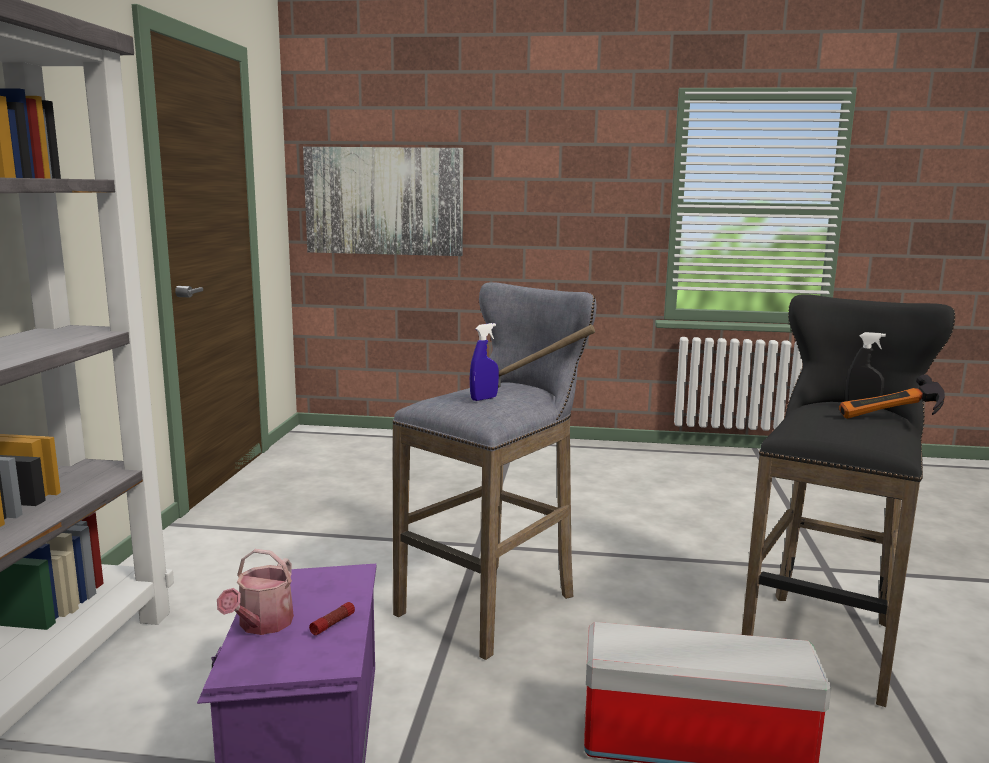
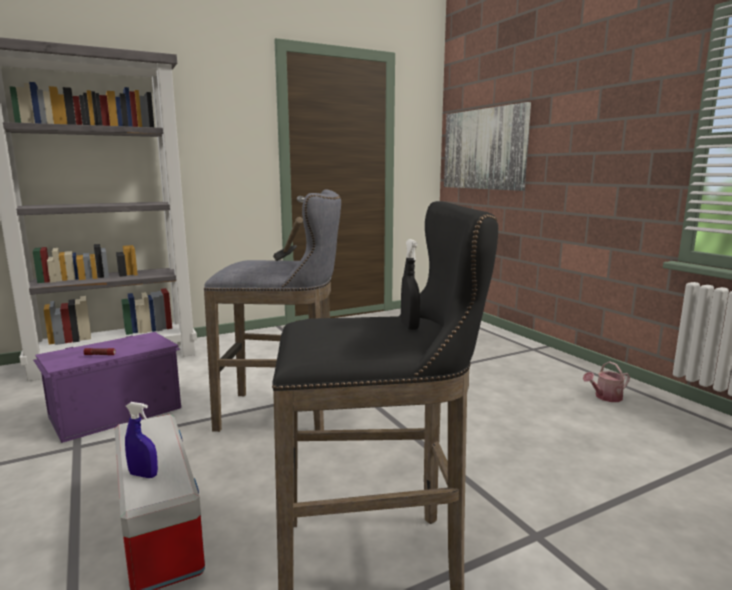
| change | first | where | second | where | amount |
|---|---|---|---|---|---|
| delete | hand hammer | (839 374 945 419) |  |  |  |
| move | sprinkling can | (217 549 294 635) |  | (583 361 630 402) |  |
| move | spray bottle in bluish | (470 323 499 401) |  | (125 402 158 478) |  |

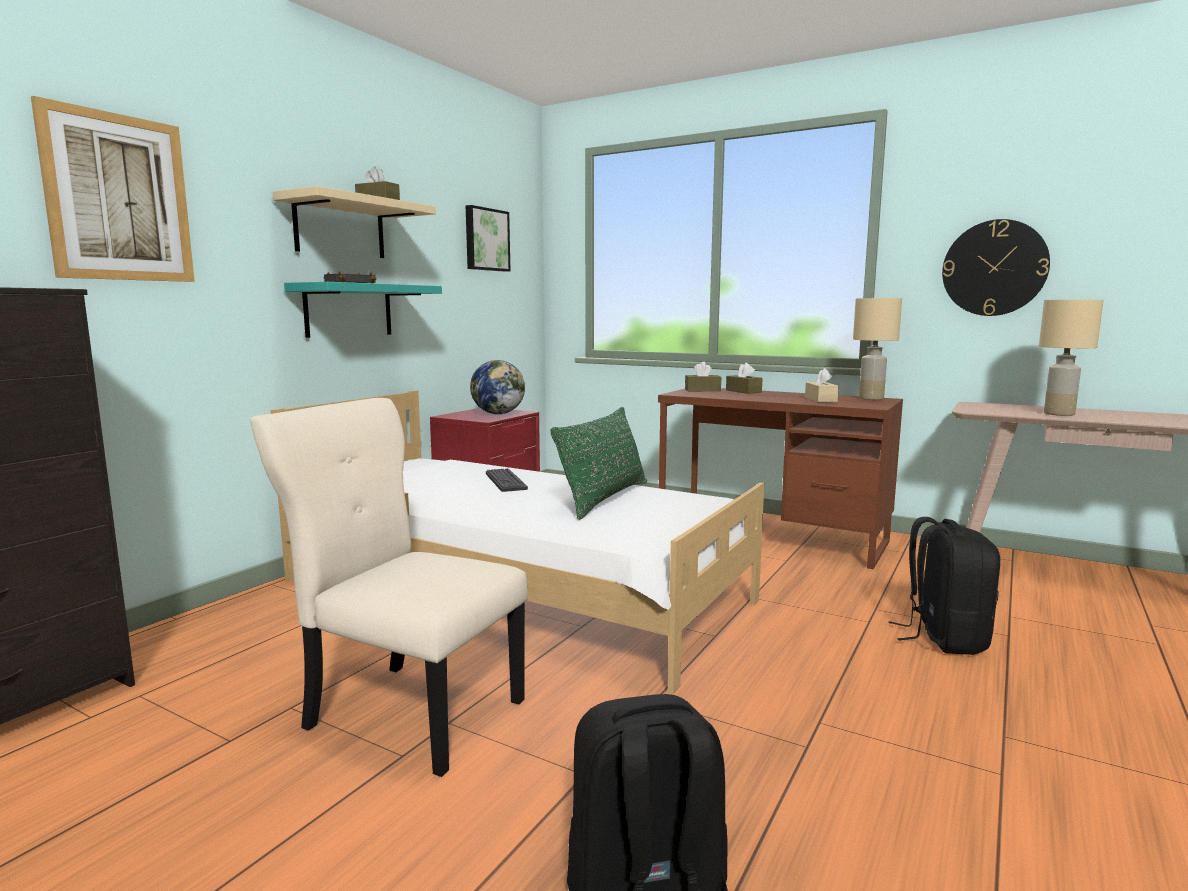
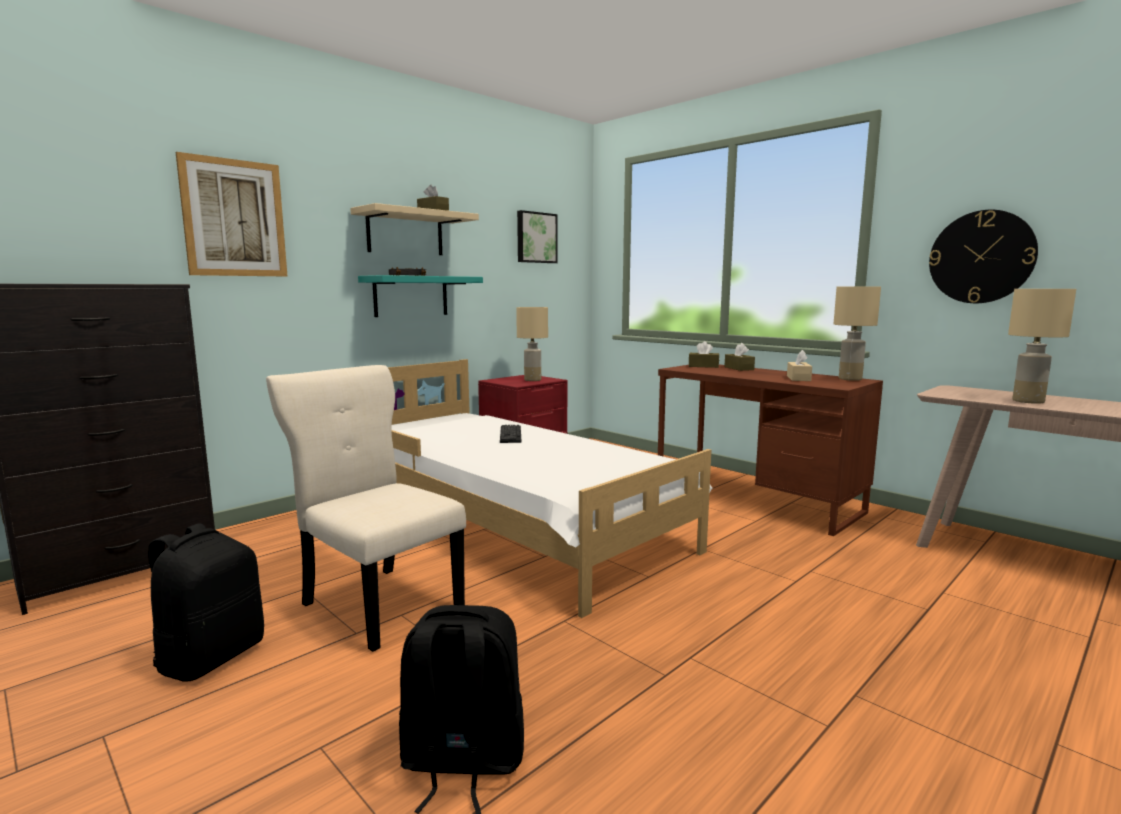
| change | first | where | second | where | amount |
|---|---|---|---|---|---|
| delete | pillow in green-coloured | (550 407 647 520) |  |  |  |
| move | knapsack in blackish | (889 517 1000 655) |  | (148 524 264 682) |  |
| replace | world globe | (470 360 526 414) | tabletop lamp in sand-coloured | (516 307 548 381) |  |

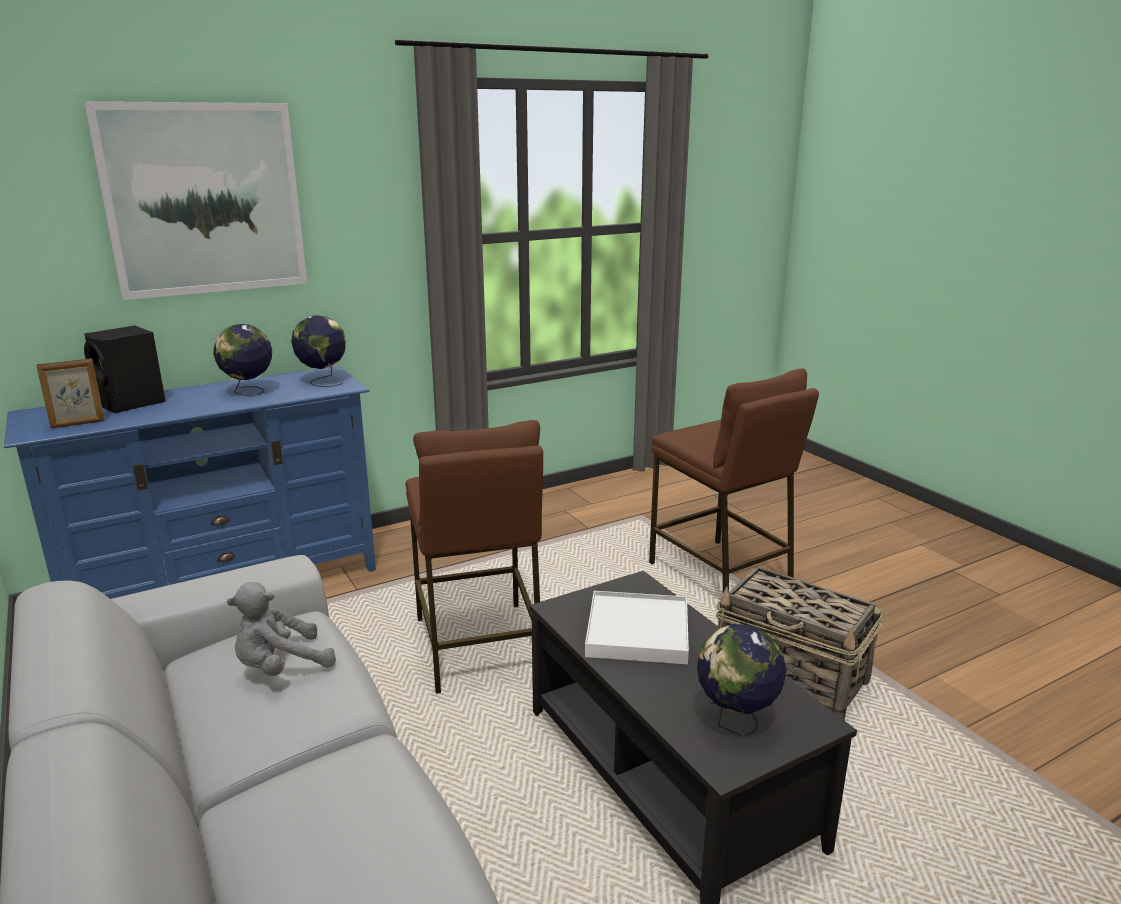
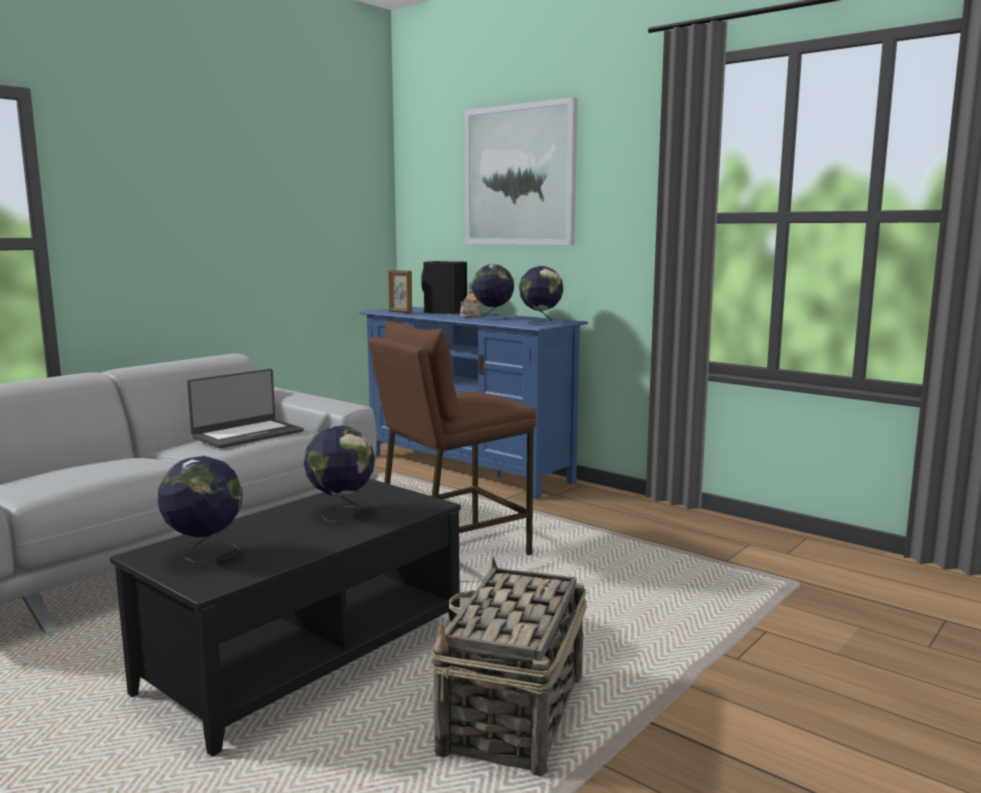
| change | first | where | second | where | amount |
|---|---|---|---|---|---|
| delete | sitting stool in brown-coloured | (649 368 819 593) |  |  |  |
| insert |  |  | teapot | (460 289 480 317) |  |
| replace | soft toy in grey | (227 582 336 676) | laptop | (187 369 304 448) |  |
| replace | serving tray in white | (585 591 689 664) | world globe | (304 426 375 523) |  |

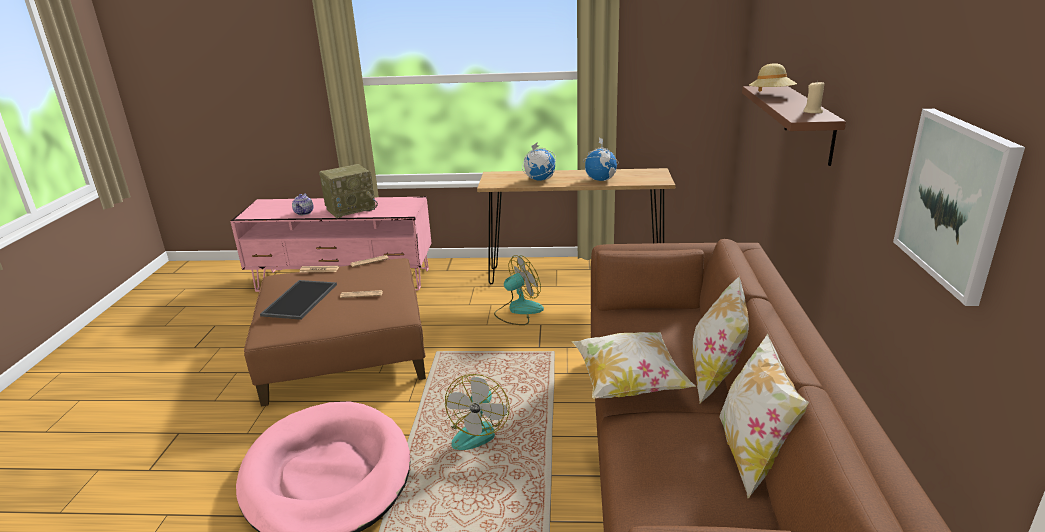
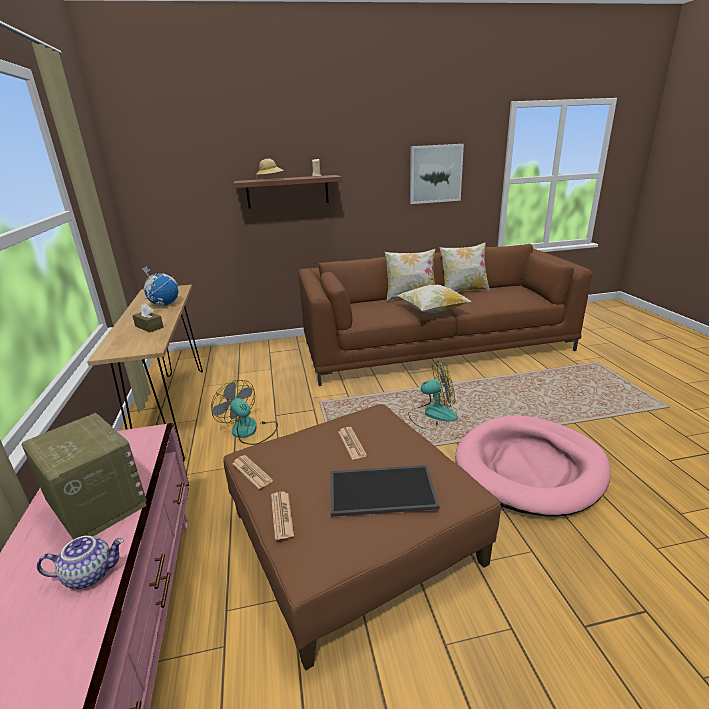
| change | first | where | second | where | amount |
|---|---|---|---|---|---|
| replace | world globe | (522 142 556 181) | tissue holder in brown-coloured | (132 304 164 332) |  |

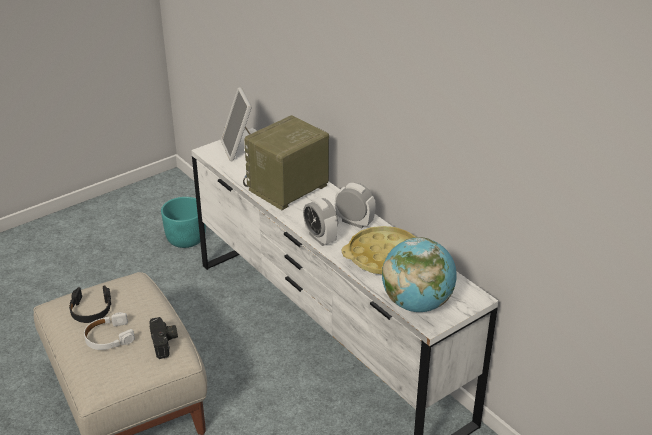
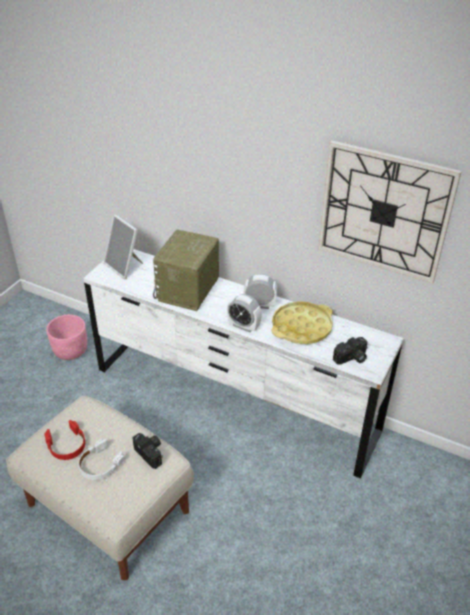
| change | first | where | second | where | amount |
|---|---|---|---|---|---|
| insert |  |  | clock on the wall | (318 140 462 283) |  |
| replace | world globe | (382 237 457 312) | photo camera | (333 337 368 365) |  |
| recolor | pair of headphones in blackish | (69 286 111 323) | pair of headphones in red | (44 420 85 460) |  |
| recolor | flower pot in turquoise-coloured | (161 197 206 248) | flower pot in pinkish | (46 315 87 360) |  |

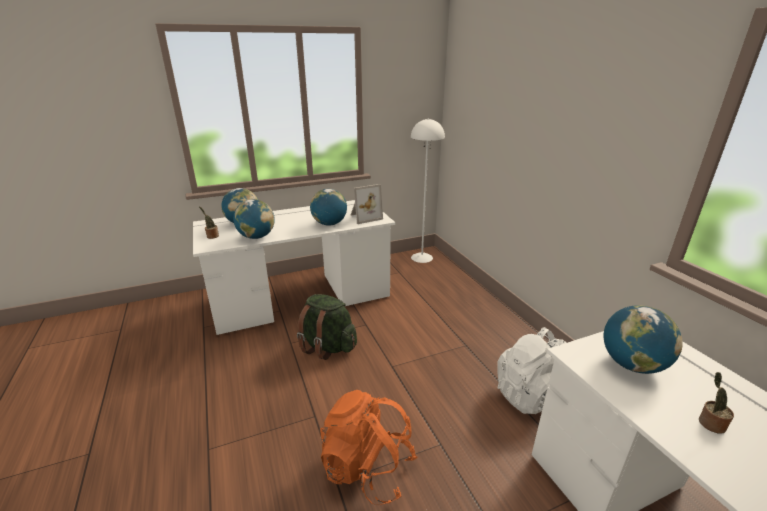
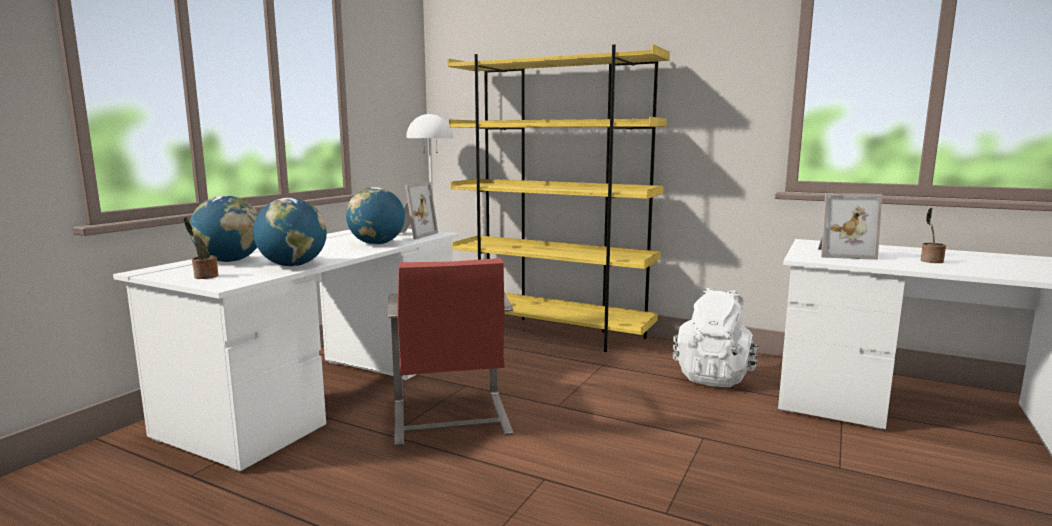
| change | first | where | second | where | amount |
|---|---|---|---|---|---|
| delete | knapsack in orange | (320 390 418 505) |  |  |  |
| insert |  |  | bookshelf in yellowish | (447 44 670 352) |  |
| replace | knapsack in green-coloured | (297 294 357 360) | chair in red | (388 258 514 446) |  |
| replace | world globe | (604 305 683 374) | photo frame | (818 193 882 260) |  |

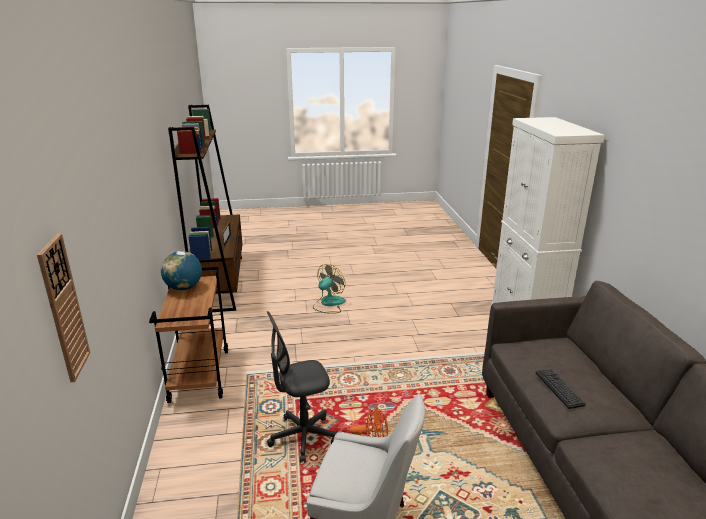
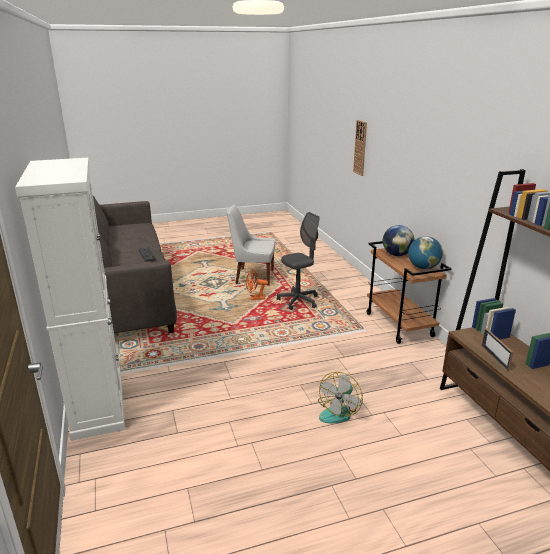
| change | first | where | second | where | amount |
|---|---|---|---|---|---|
| insert |  |  | world globe | (383 225 415 256) |  |

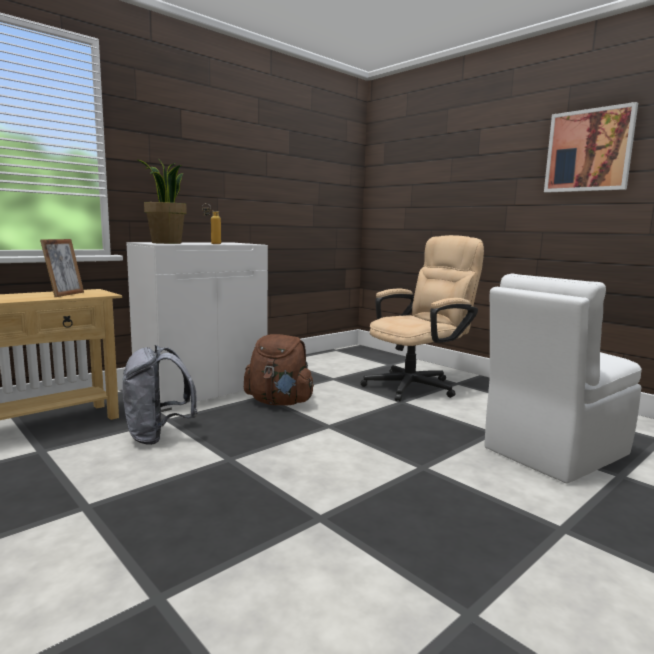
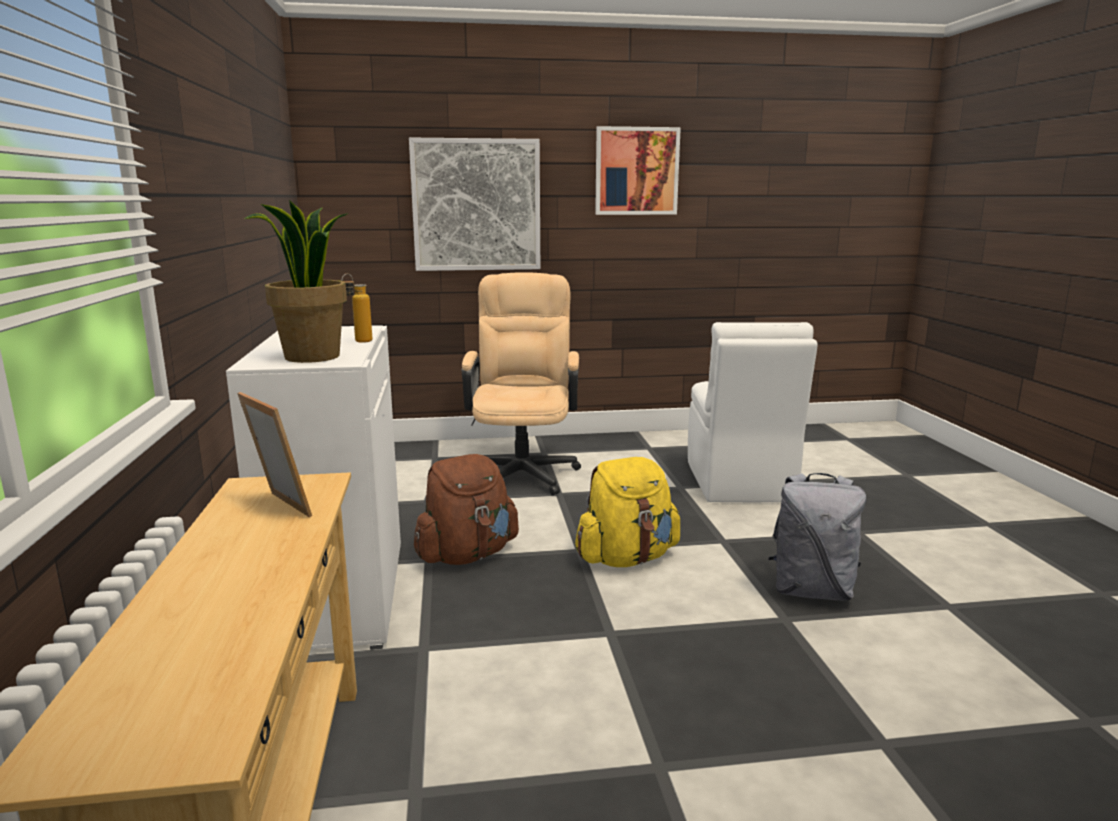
| change | first | where | second | where | amount |
|---|---|---|---|---|---|
| insert |  |  | wall picture | (409 138 540 271) |  |
| insert |  |  | knapsack in yellowish | (575 457 680 567) |  |
| move | knapsack in grey | (122 345 198 445) |  | (768 473 866 600) |  |

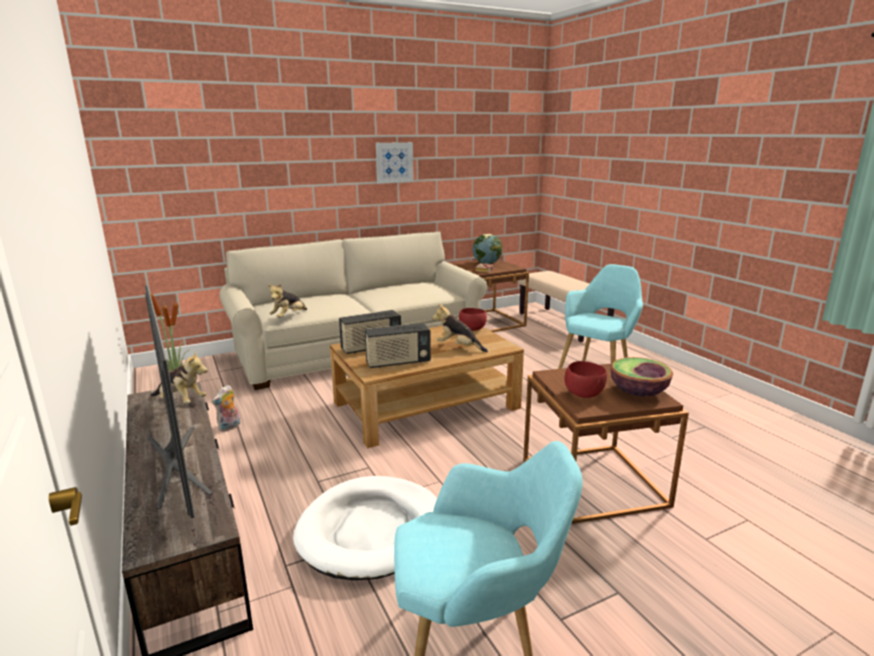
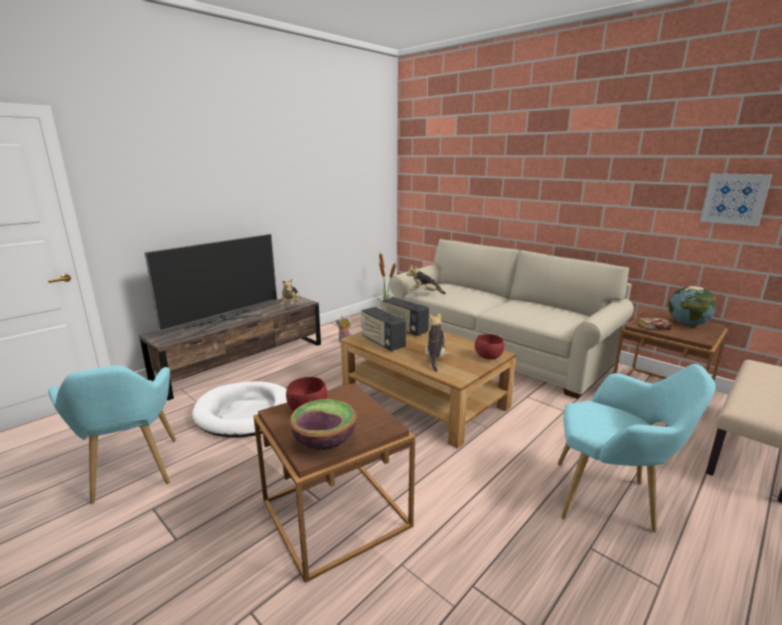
| change | first | where | second | where | amount |
|---|---|---|---|---|---|
| move | wall picture | (376 142 414 184) |  | (700 173 772 226) |  |

